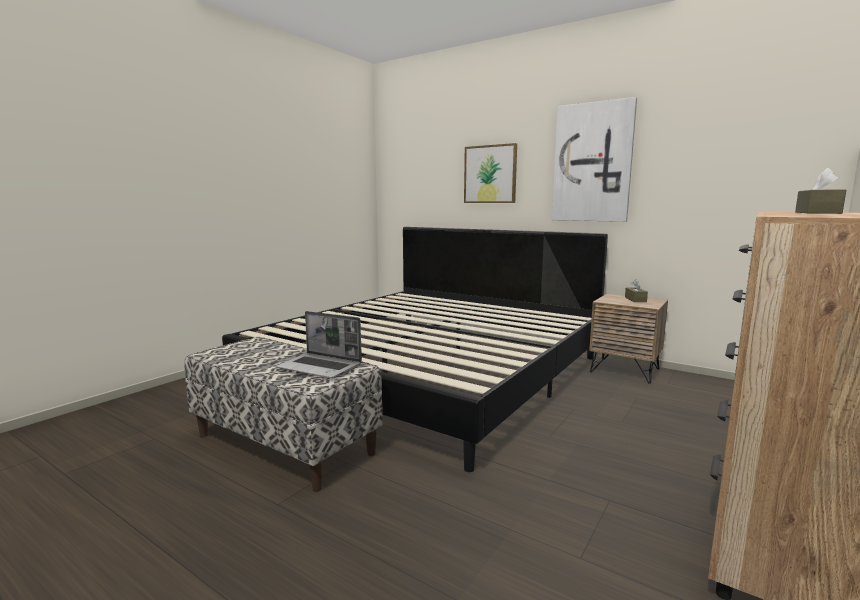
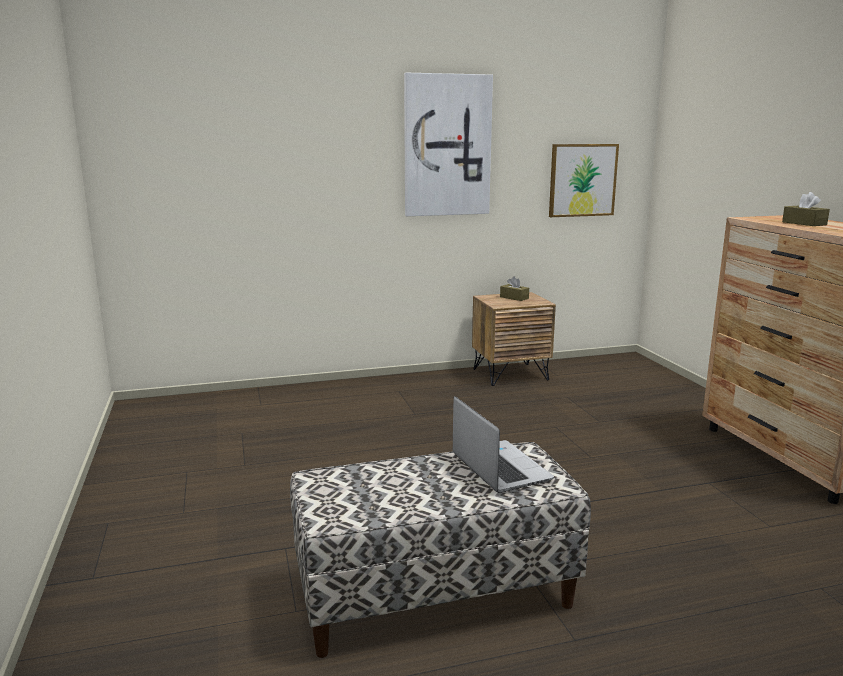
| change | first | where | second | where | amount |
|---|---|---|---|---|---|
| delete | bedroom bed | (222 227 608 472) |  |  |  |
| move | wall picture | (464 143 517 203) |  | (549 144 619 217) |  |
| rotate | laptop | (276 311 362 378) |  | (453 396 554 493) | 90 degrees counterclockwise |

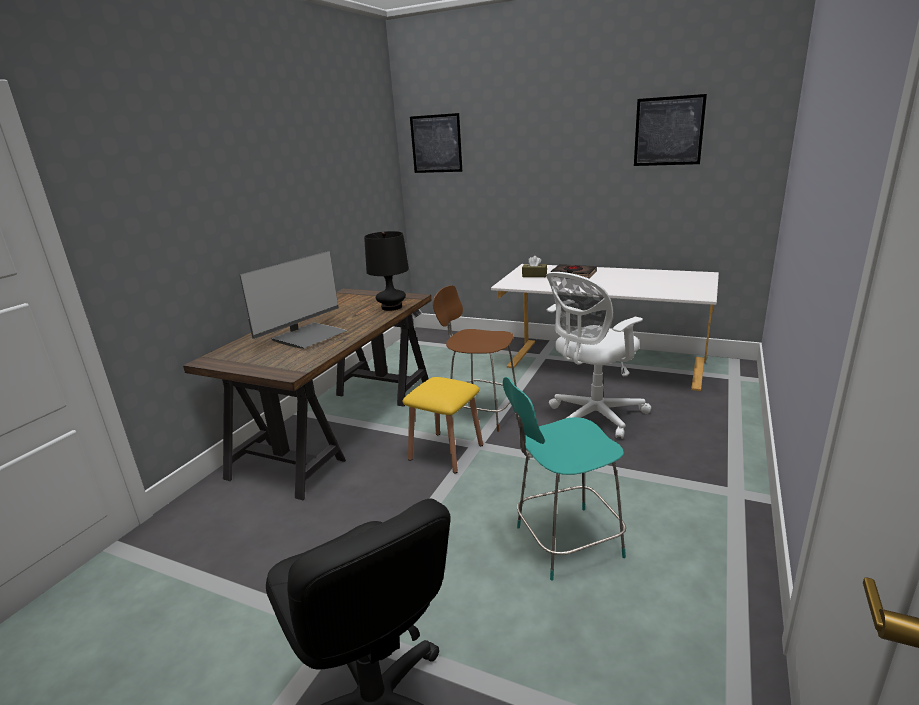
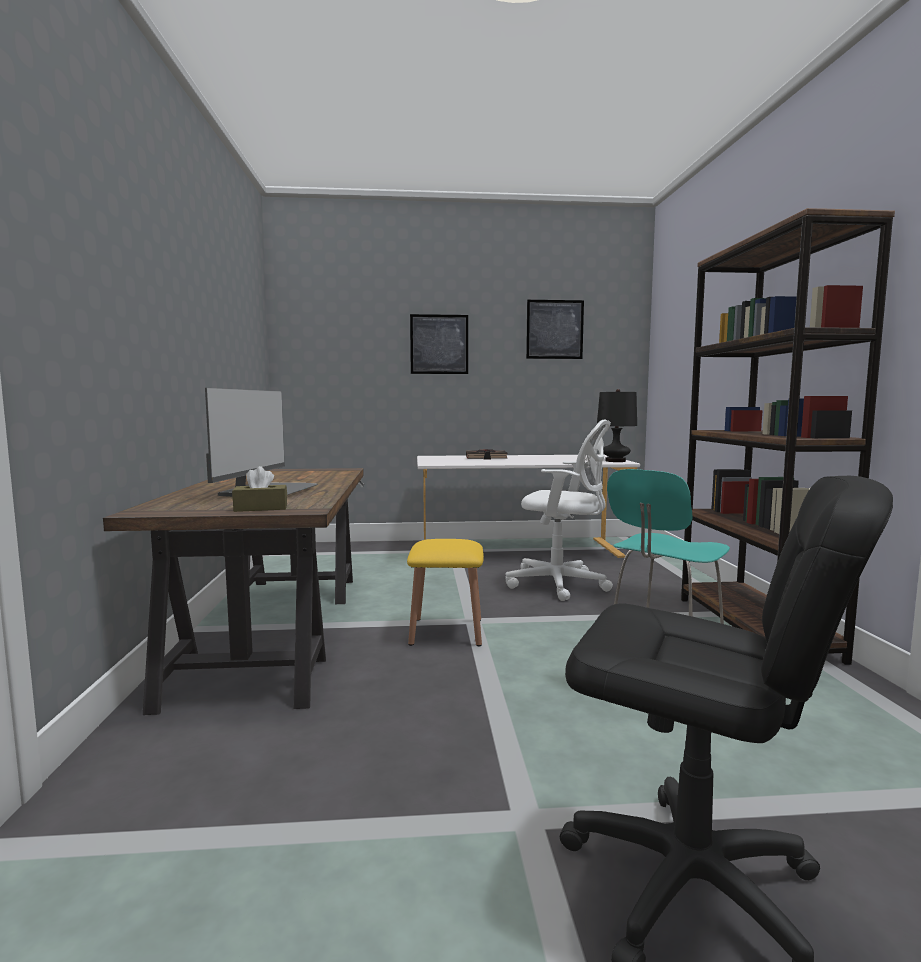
| change | first | where | second | where | amount |
|---|---|---|---|---|---|
| delete | chair in brown-coloured | (433 285 519 432) |  |  |  |
| insert |  |  | bookshelf in brown-coloured | (681 208 895 665) |  |
| move | tabletop lamp in blackish | (364 231 409 311) |  | (597 389 637 462) |  |
| move | wall picture | (410 113 462 173) |  | (410 314 468 374) |  |
| move | tissue holder in brown-coloured | (522 256 547 277) |  | (232 466 287 512) |  |
| rotate | computer chair in white | (546 272 651 439) |  | (505 419 613 601) | 90 degrees counterclockwise |

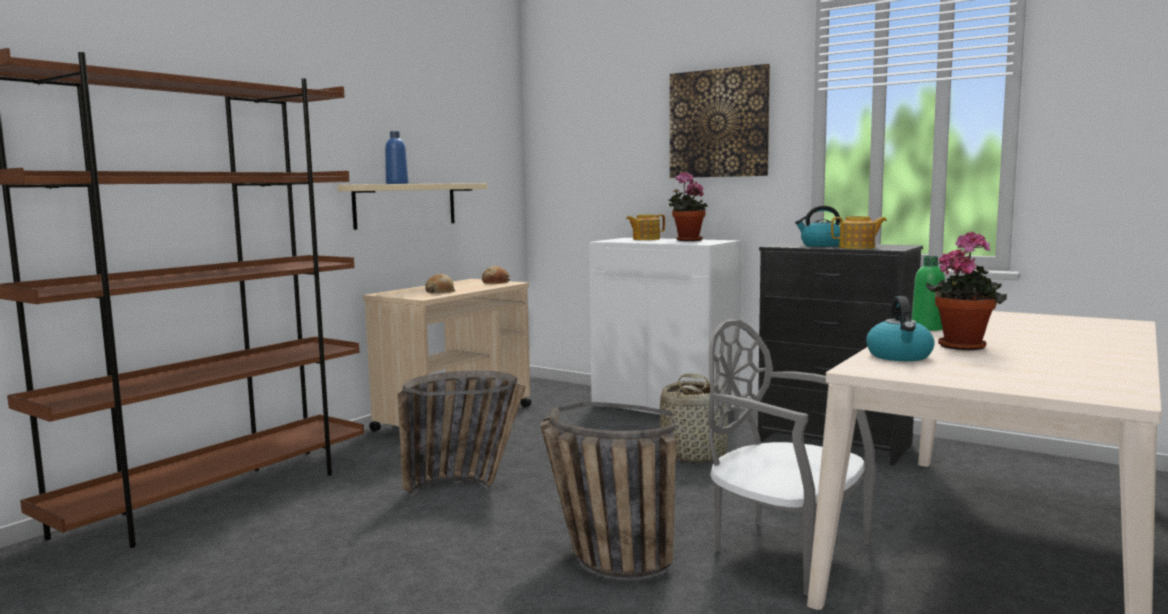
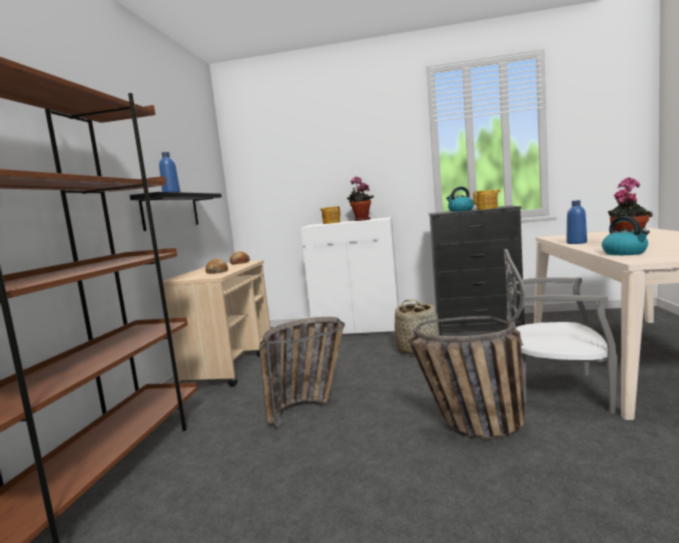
| change | first | where | second | where | amount |
|---|---|---|---|---|---|
| delete | wall picture | (670 64 770 178) |  |  |  |
| recolor | shelf in sand-coloured | (338 183 487 230) | shelf in blackish | (130 192 222 231) |  |
| recolor | beverage bottle in green-coloured | (911 256 945 331) | beverage bottle in bluish | (567 200 587 244) |  |

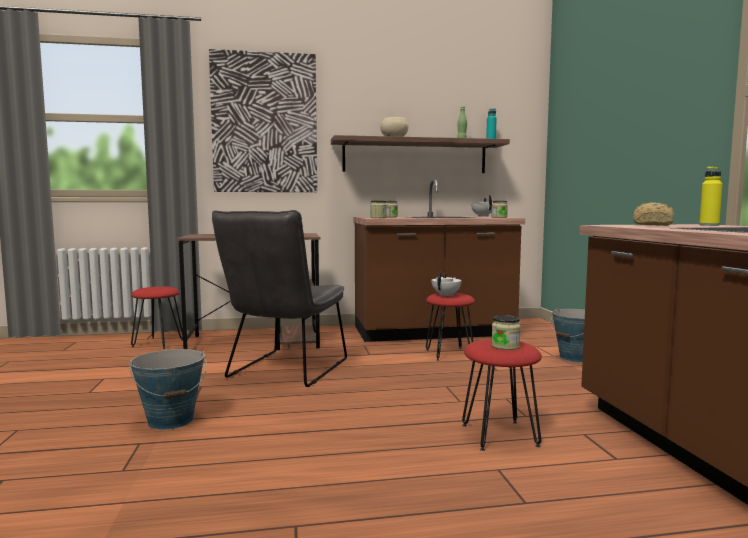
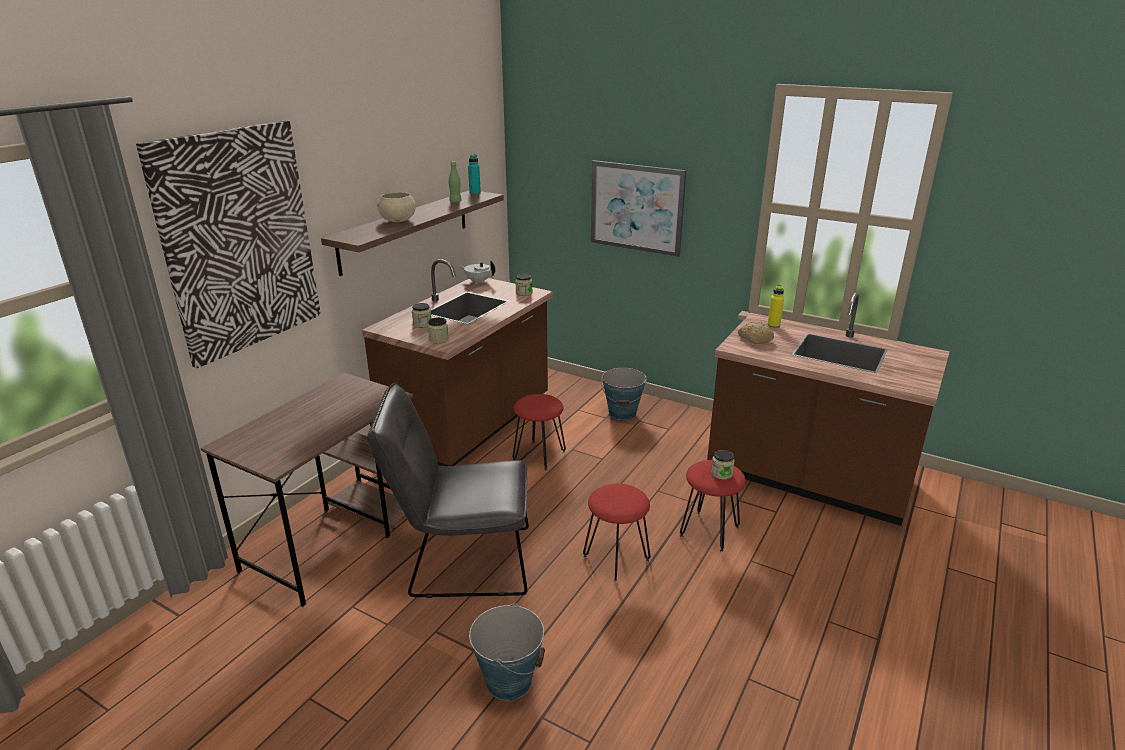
| change | first | where | second | where | amount |
|---|---|---|---|---|---|
| delete | teapot in white | (431 271 462 297) |  |  |  |
| insert |  |  | wall picture | (591 160 686 257) |  |
| move | sitting stool in red | (131 286 183 349) |  | (583 484 651 582) |  |
| rotate | chair in grey | (212 210 347 387) |  | (367 382 529 598) | 120 degrees clockwise |

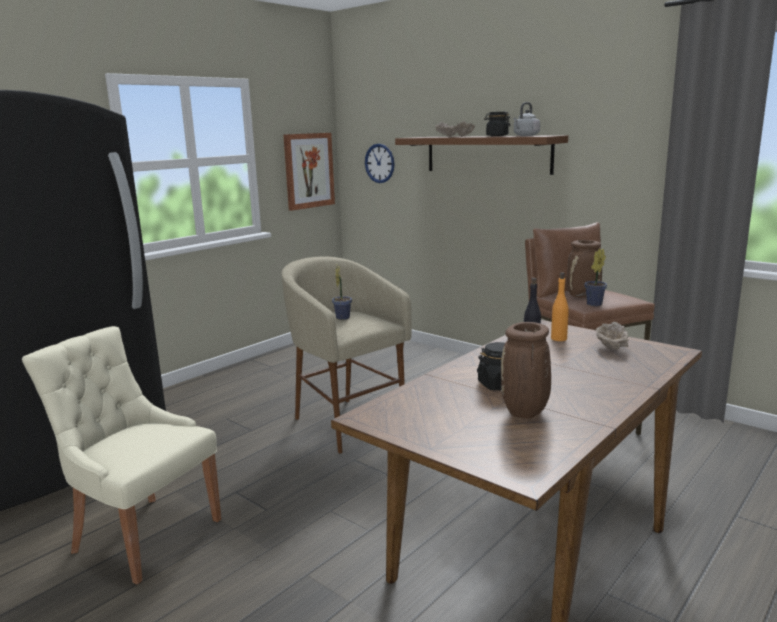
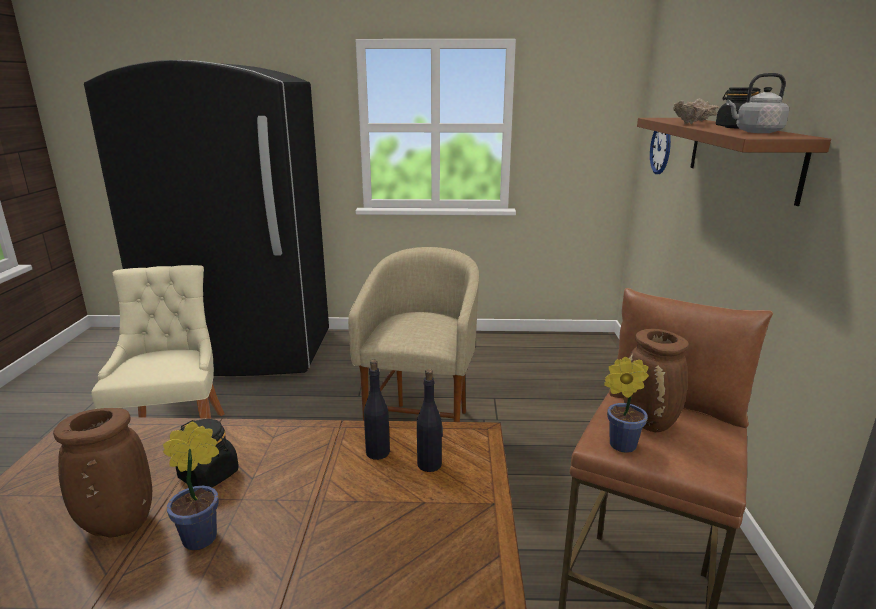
| change | first | where | second | where | amount |
|---|---|---|---|---|---|
| delete | wall picture | (283 133 335 211) |  |  |  |
| delete | deep dish in sand-coloured | (595 322 629 350) |  |  |  |
| move | plant in a pot | (332 265 352 320) |  | (163 421 219 550) |  |
| recolor | beverage bottle in orange | (551 272 569 341) | beverage bottle in blackish | (417 369 443 472) |  |

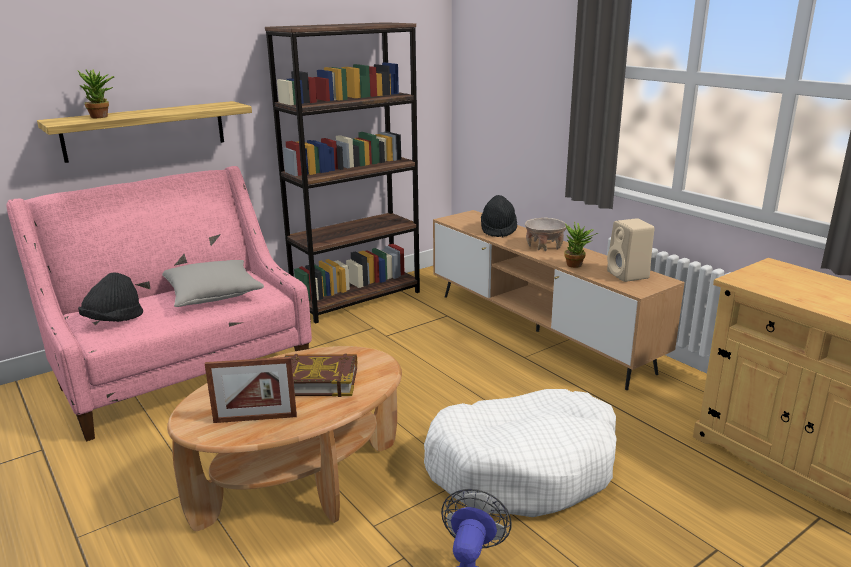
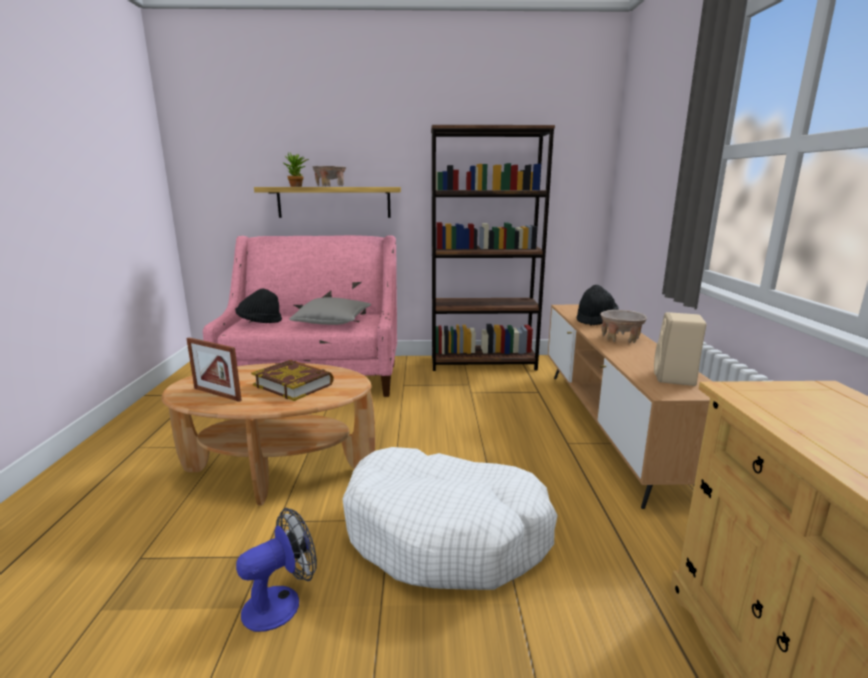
| change | first | where | second | where | amount |
|---|---|---|---|---|---|
| delete | plant in a pot | (565 222 598 268) |  |  |  |
| insert |  |  | deep dish in sand-coloured | (312 166 346 187) |  |

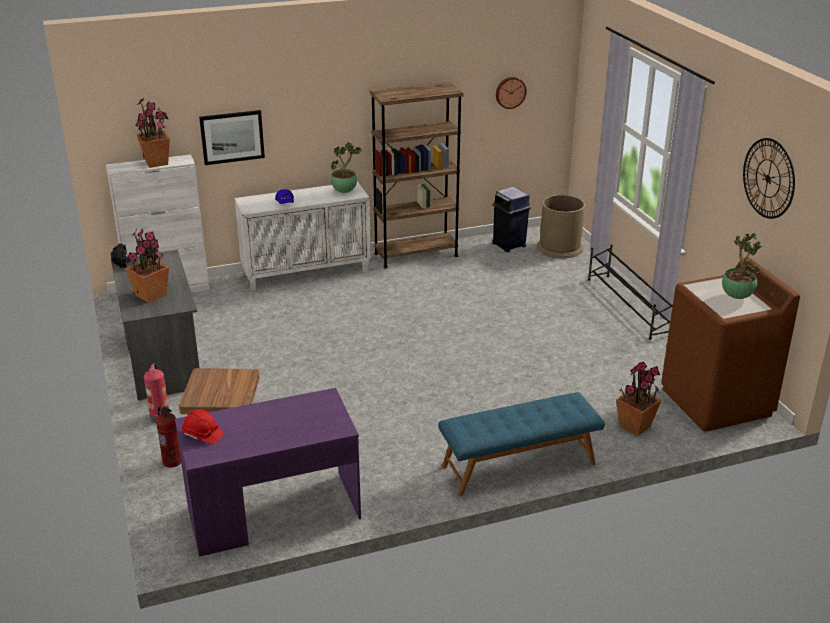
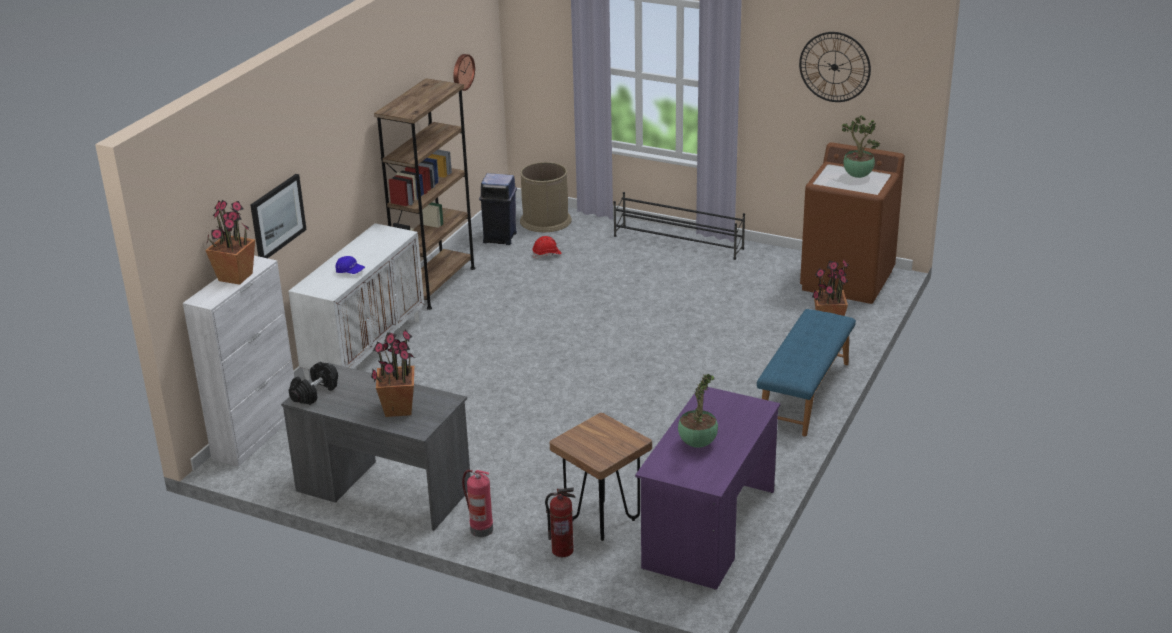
| change | first | where | second | where | amount |
|---|---|---|---|---|---|
| move | safety helmet in red | (182 410 223 444) |  | (532 236 562 258) |  |
| move | plant in a pot | (331 142 362 193) |  | (678 374 718 448) |  |

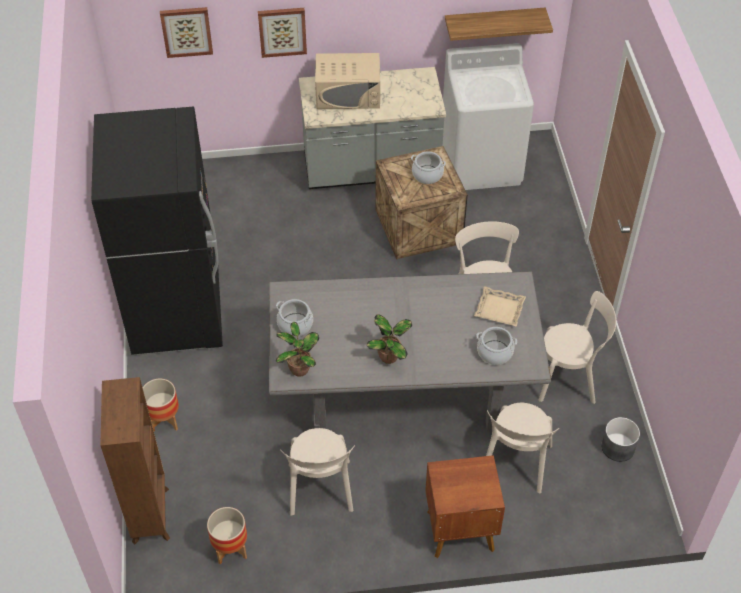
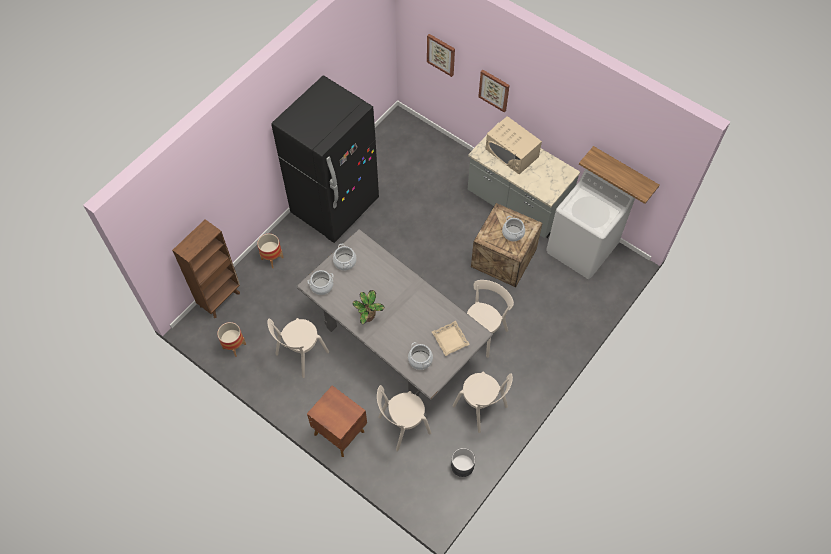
| change | first | where | second | where | amount |
|---|---|---|---|---|---|
| replace | plant in a pot | (276 322 319 377) | stockpot | (307 270 334 295) |  |

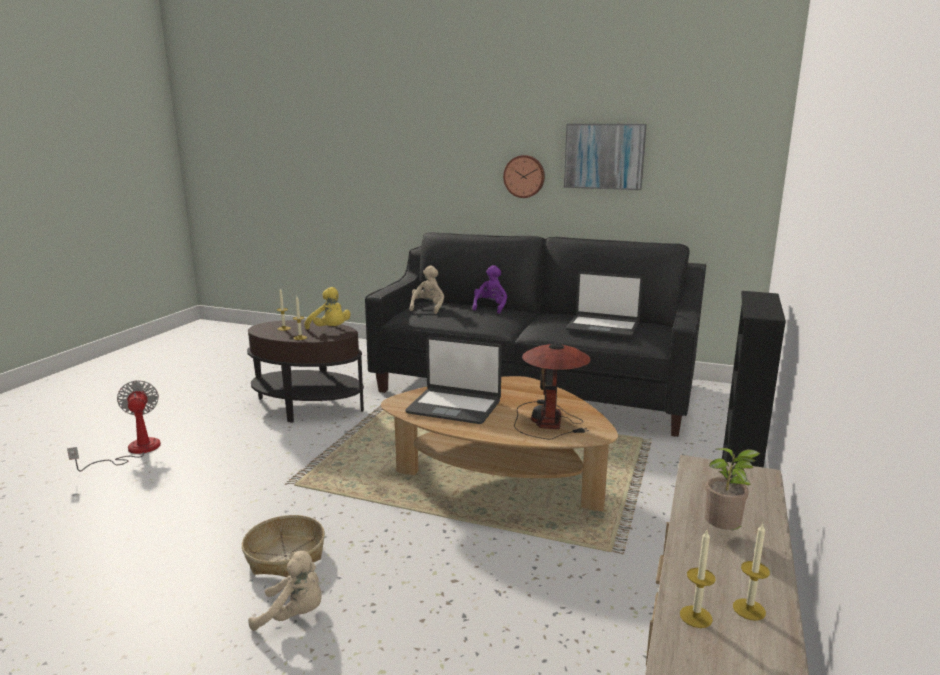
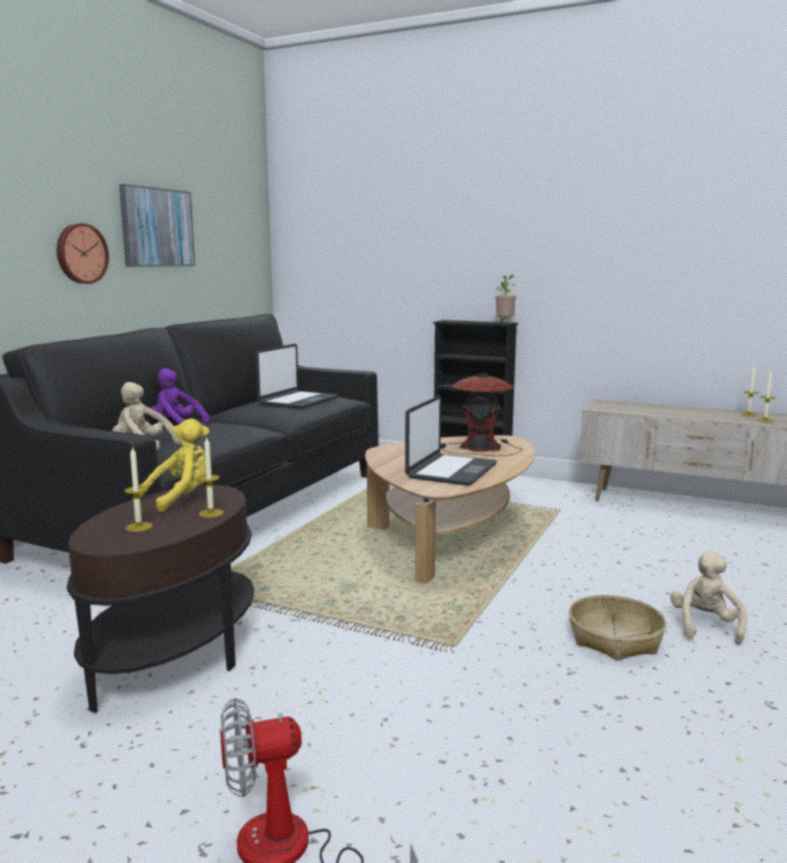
| change | first | where | second | where | amount |
|---|---|---|---|---|---|
| move | plant in a pot | (705 448 760 530) |  | (496 275 516 321) |  |

